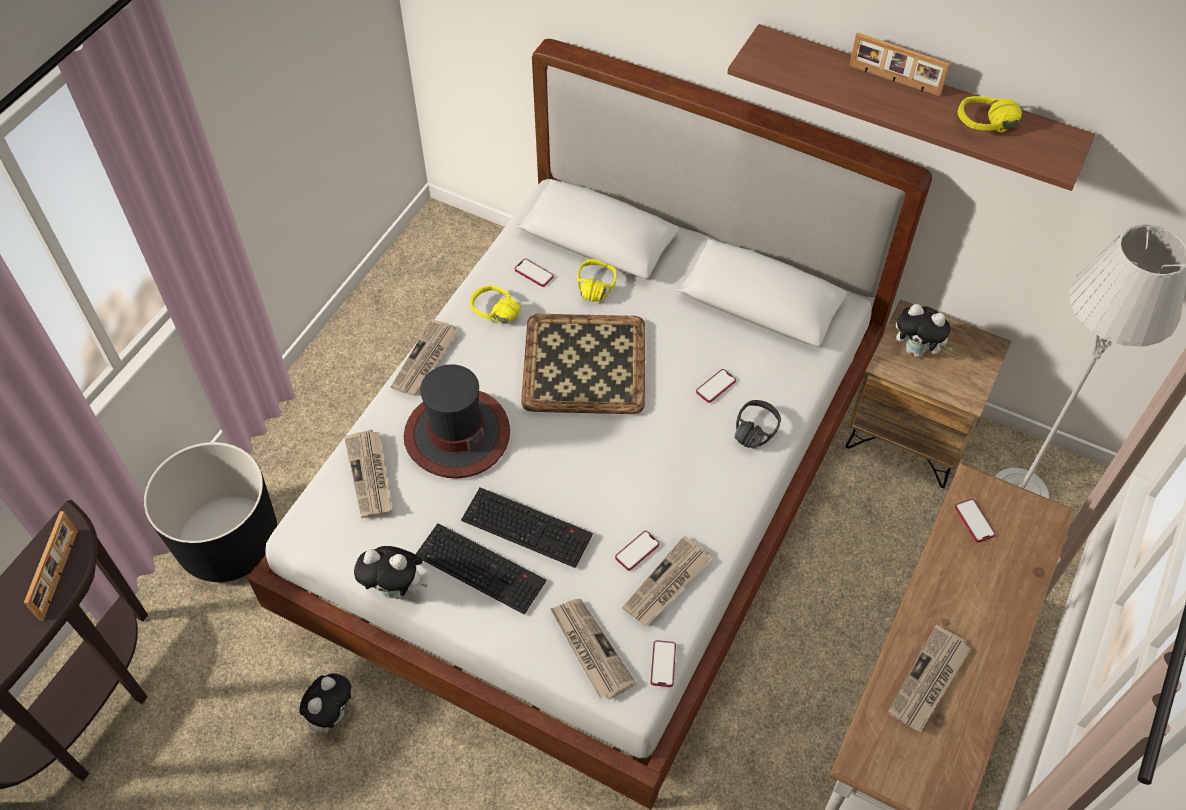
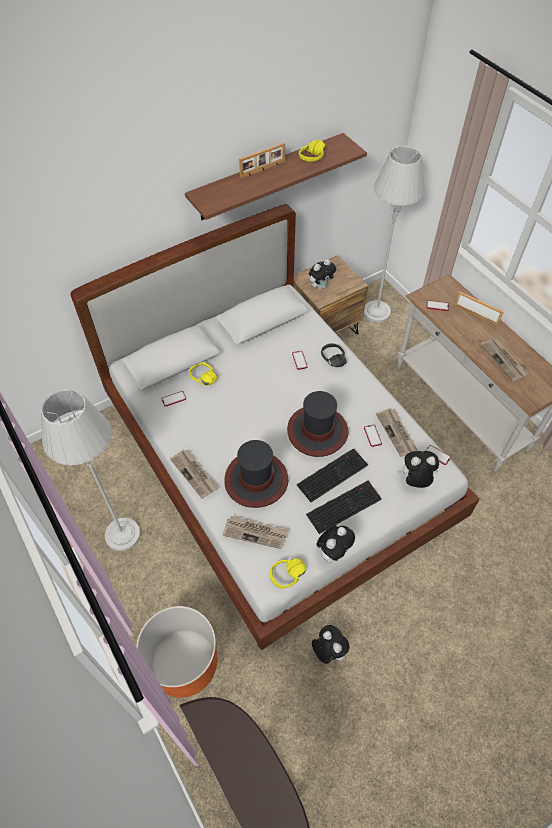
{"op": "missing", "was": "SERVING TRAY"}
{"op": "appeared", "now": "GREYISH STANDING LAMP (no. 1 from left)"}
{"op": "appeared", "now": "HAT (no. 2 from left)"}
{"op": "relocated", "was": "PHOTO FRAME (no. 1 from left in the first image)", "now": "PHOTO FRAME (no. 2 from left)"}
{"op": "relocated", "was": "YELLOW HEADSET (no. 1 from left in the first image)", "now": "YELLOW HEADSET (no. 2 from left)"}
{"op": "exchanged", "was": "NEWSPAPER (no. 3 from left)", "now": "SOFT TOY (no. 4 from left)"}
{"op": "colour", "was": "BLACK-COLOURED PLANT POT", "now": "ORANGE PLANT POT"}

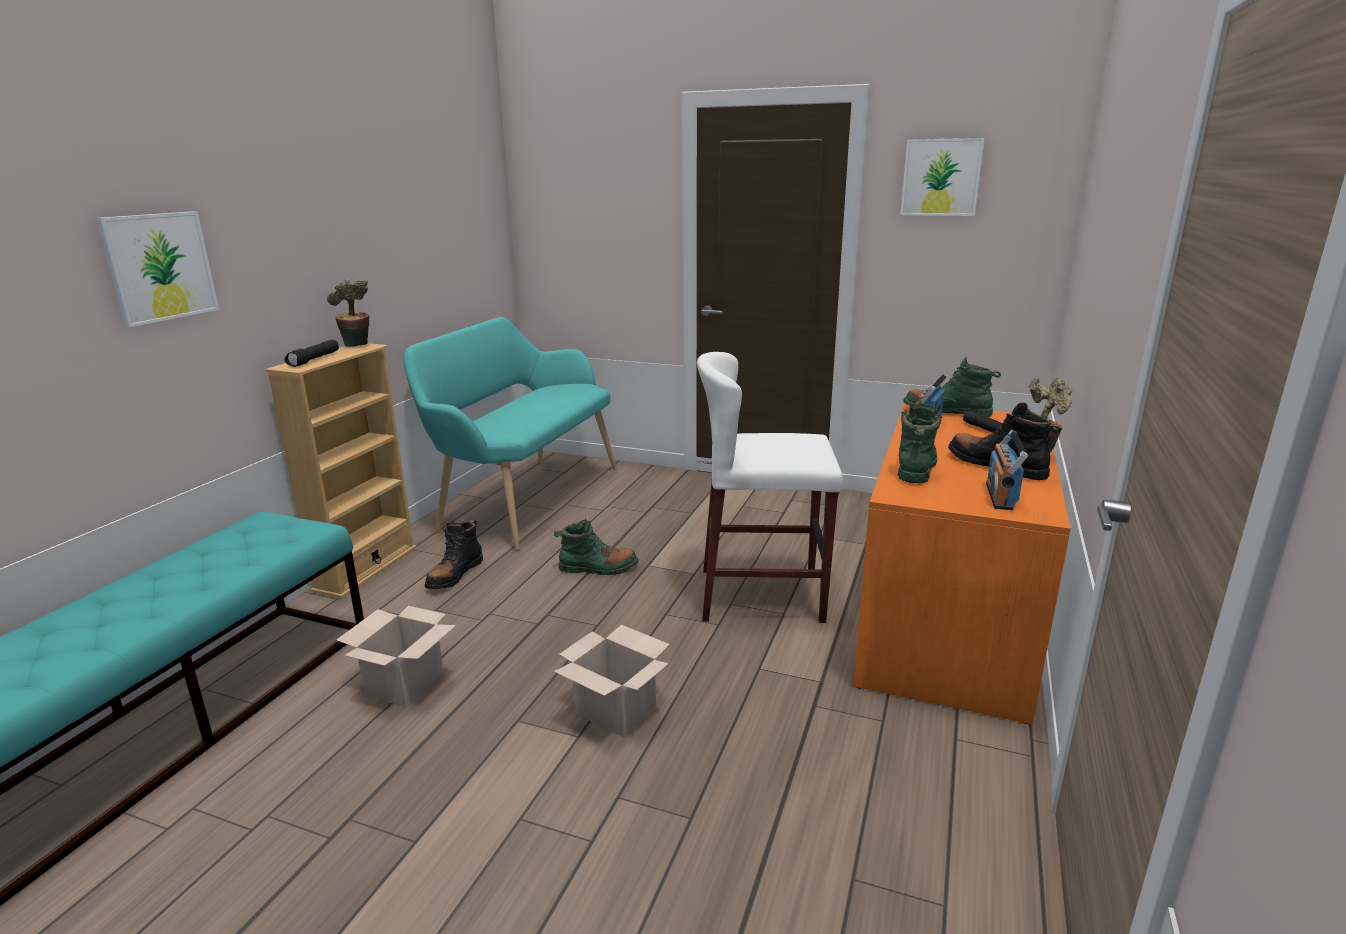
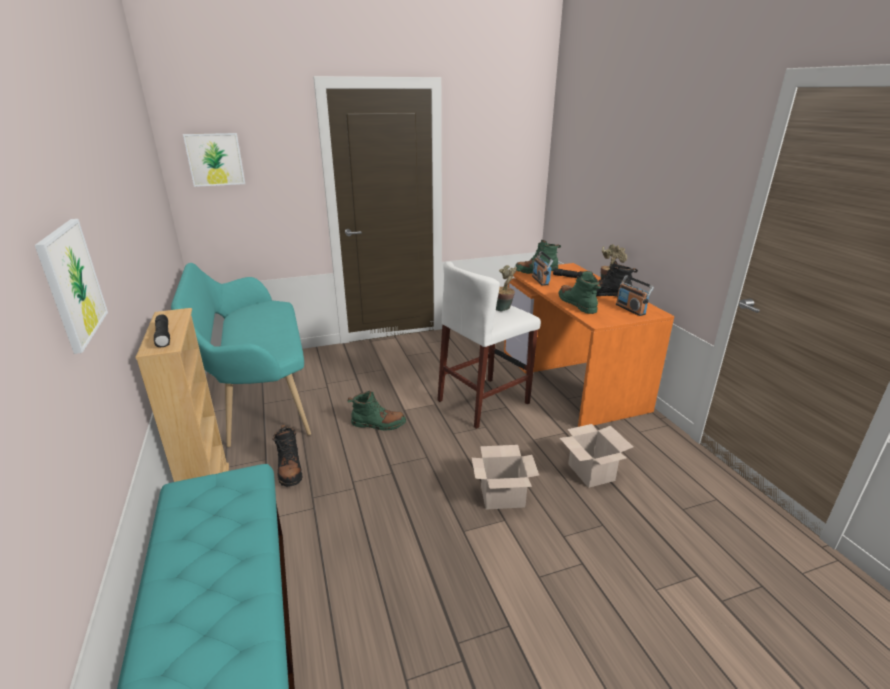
{"op": "relocated", "was": "PLANT IN A POT (no. 1 from left)"}
{"op": "relocated", "was": "CARDBOARD BOX (no. 1 from left in the first image)", "now": "CARDBOARD BOX (no. 2 from left)"}
{"op": "relocated", "was": "WALL ART (no. 2 from left)"}
{"op": "spun", "was": "GREEN-COLOURED HIGH-TOP BOOT (no. 1 from left)", "clockwise": 45}

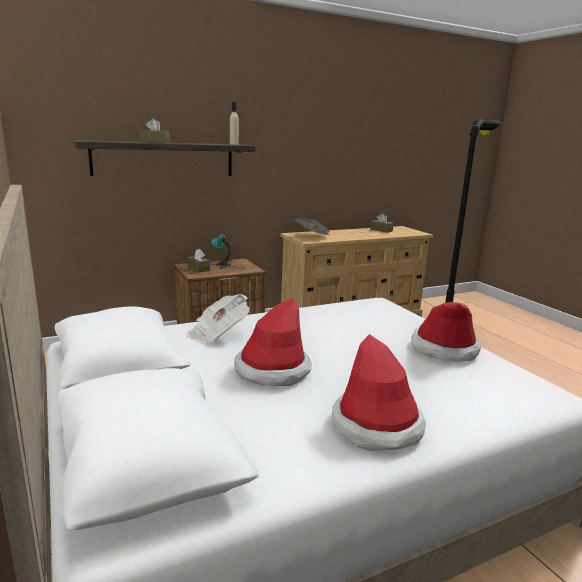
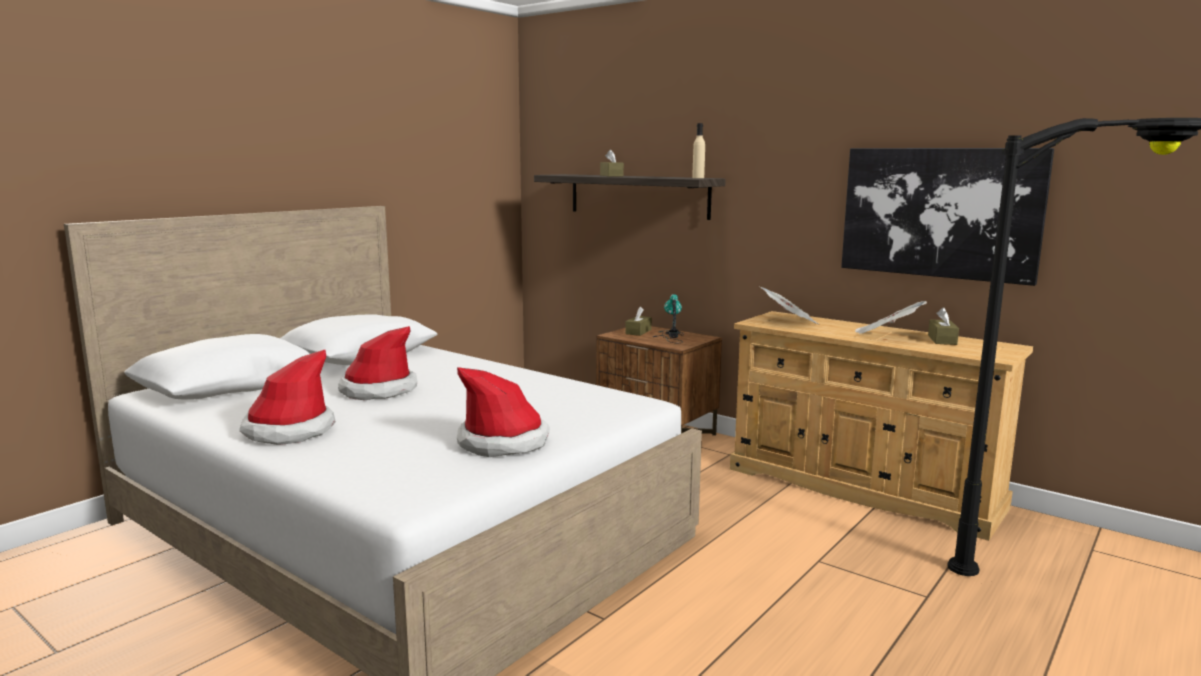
{"op": "appeared", "now": "WALL ART"}
{"op": "relocated", "was": "NEWSPAPER (no. 1 from left in the first image)", "now": "NEWSPAPER (no. 2 from left)"}

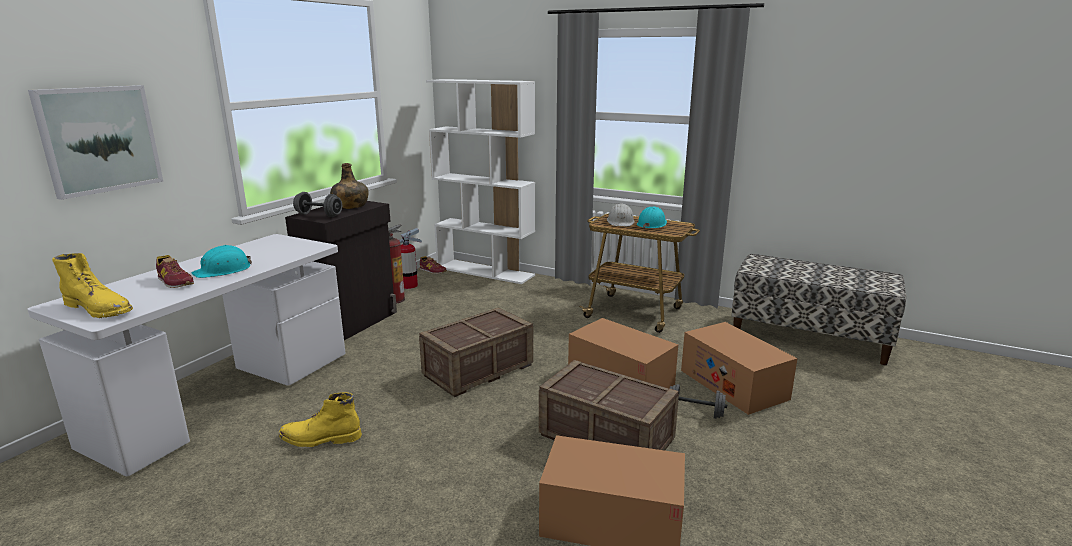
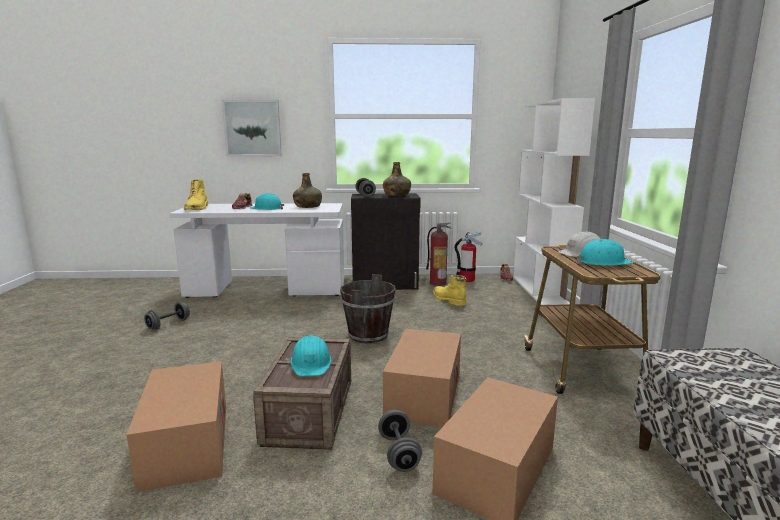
{"op": "appeared", "now": "GREYISH DUMBBELL (no. 1 from left)"}
{"op": "appeared", "now": "TURQUOISE-COLOURED HARD HAT (no. 2 from left)"}
{"op": "appeared", "now": "GREEN-COLOURED BEVERAGE BOTTLE (no. 1 from left)"}
{"op": "relocated", "was": "YELLOW HIGH-TOP BOOT (no. 2 from left)"}
{"op": "exchanged", "was": "CRATE (no. 1 from left)", "now": "BROWNISH WATER BUCKET"}

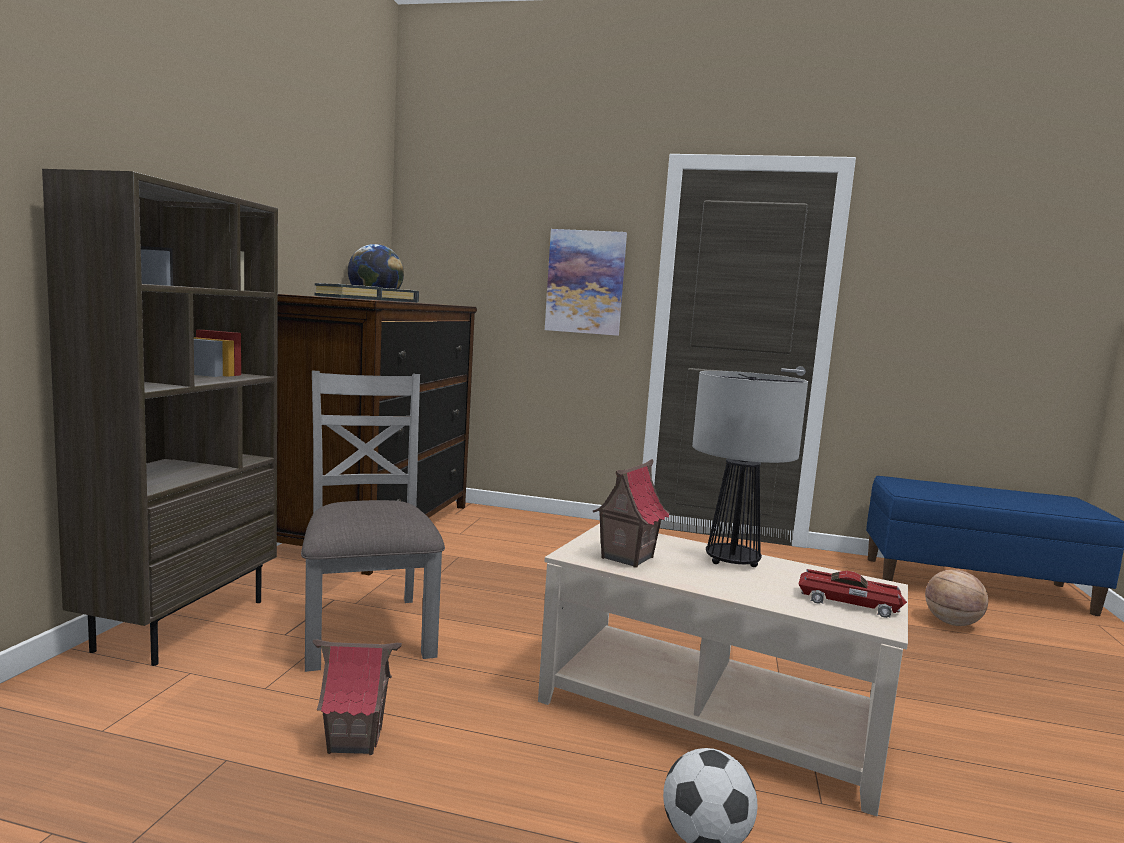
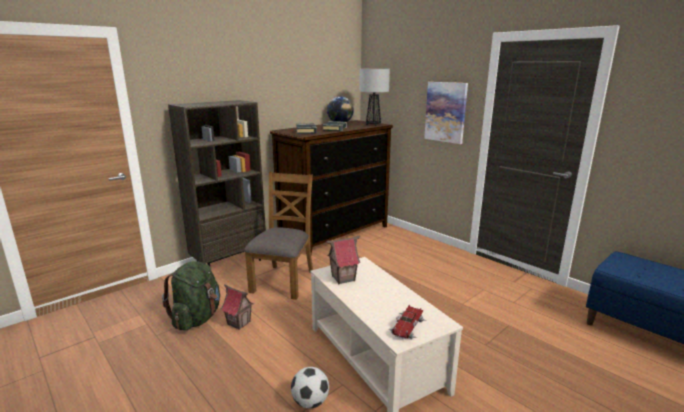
{"op": "missing", "was": "BASKETBALL BALL"}
{"op": "appeared", "now": "GREEN-COLOURED KNAPSACK"}
{"op": "relocated", "was": "LAMP FOR A TABLE"}
{"op": "colour", "was": "GREYISH CHAIR", "now": "BROWNISH CHAIR"}
{"op": "spun", "was": "MINIATURE CAR", "clockwise": 60}

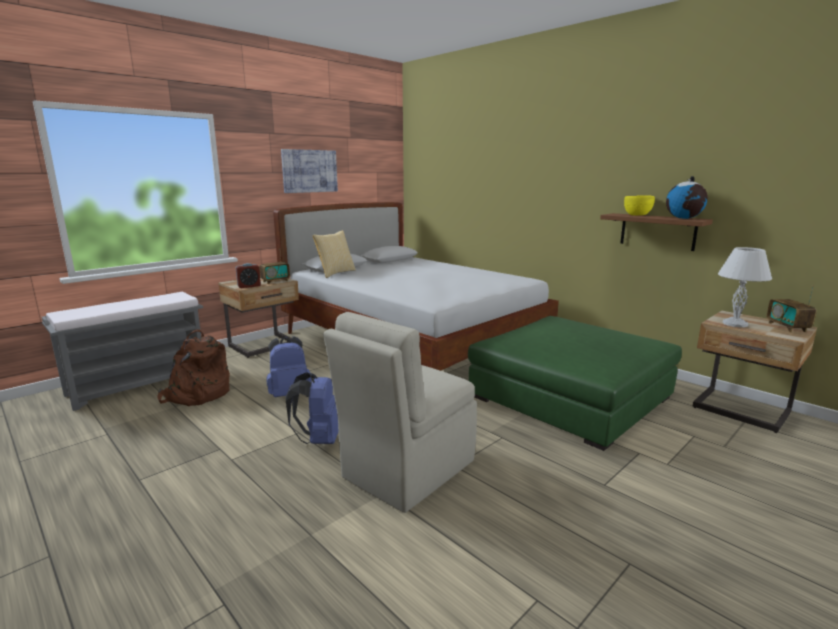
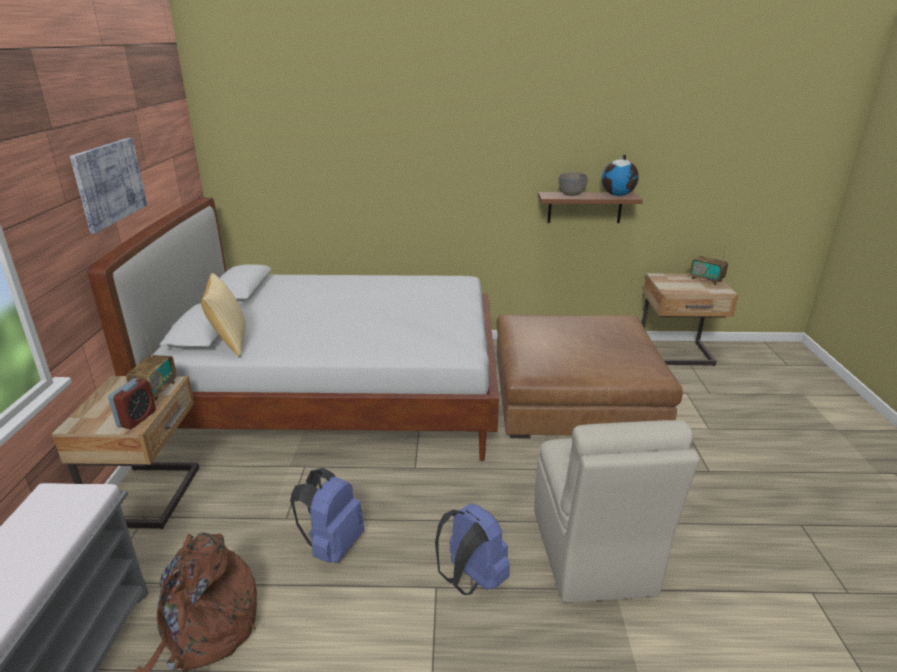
{"op": "missing", "was": "WHITE LAMP FOR A TABLE"}
{"op": "colour", "was": "GREEN-COLOURED FOOTREST", "now": "BROWNISH FOOTREST"}
{"op": "colour", "was": "YELLOW DEEP DISH", "now": "GREYISH DEEP DISH"}

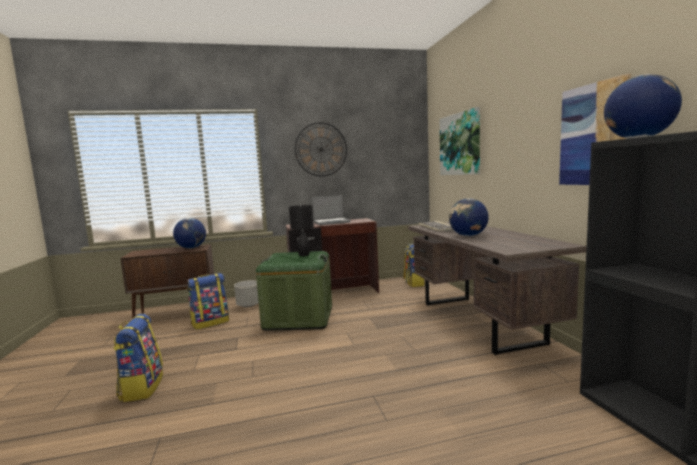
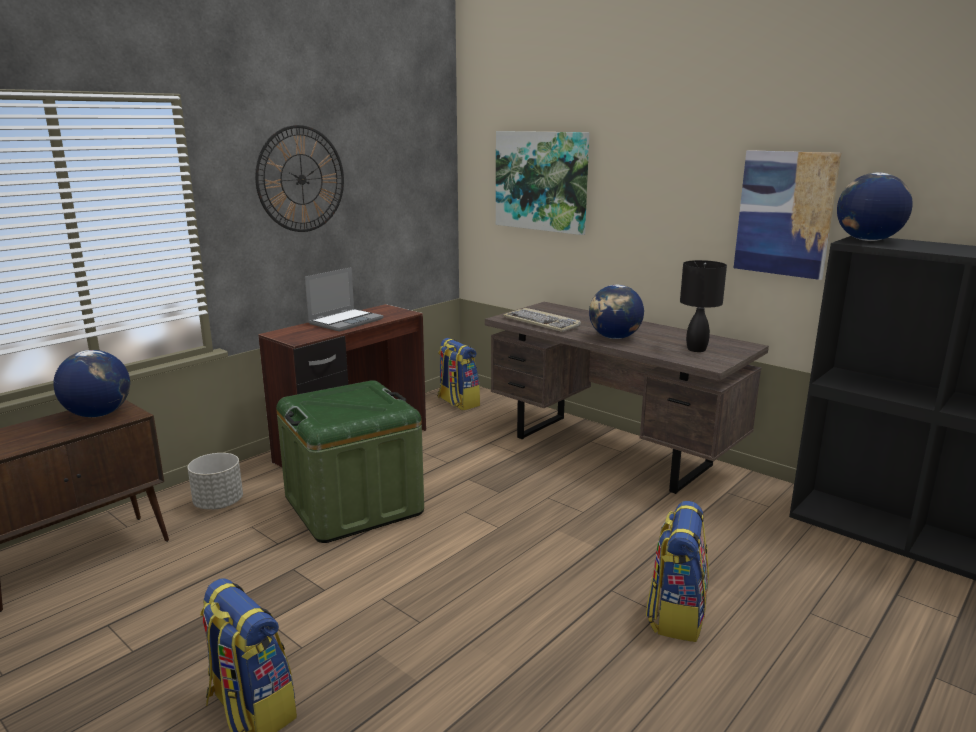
{"op": "relocated", "was": "KNAPSACK (no. 2 from left in the first image)", "now": "KNAPSACK (no. 3 from left)"}
{"op": "relocated", "was": "BLACK-COLOURED LAMP FOR A TABLE"}

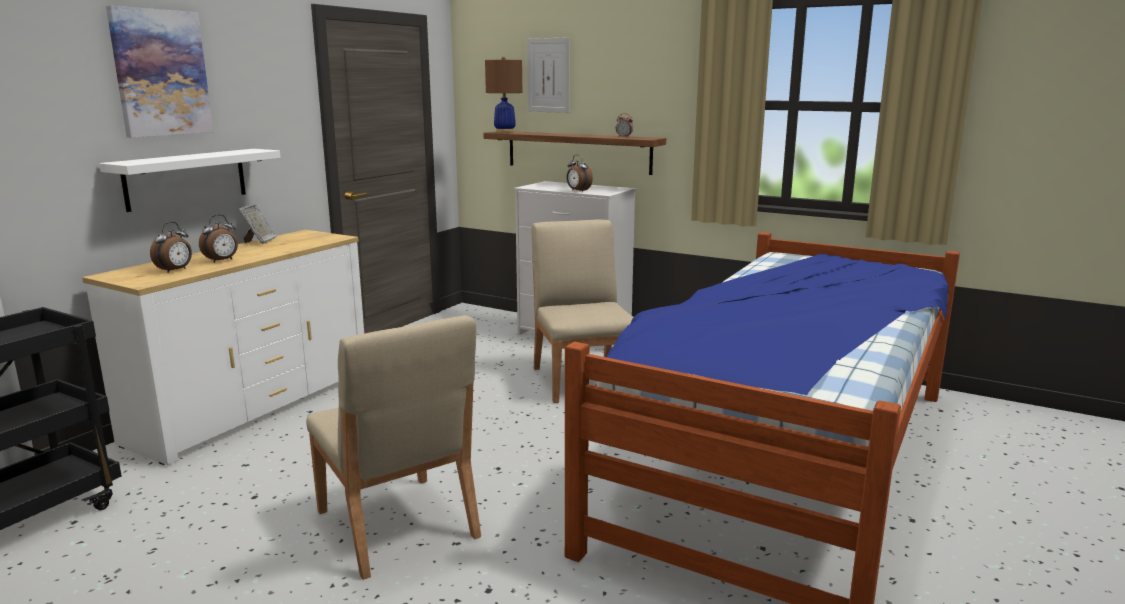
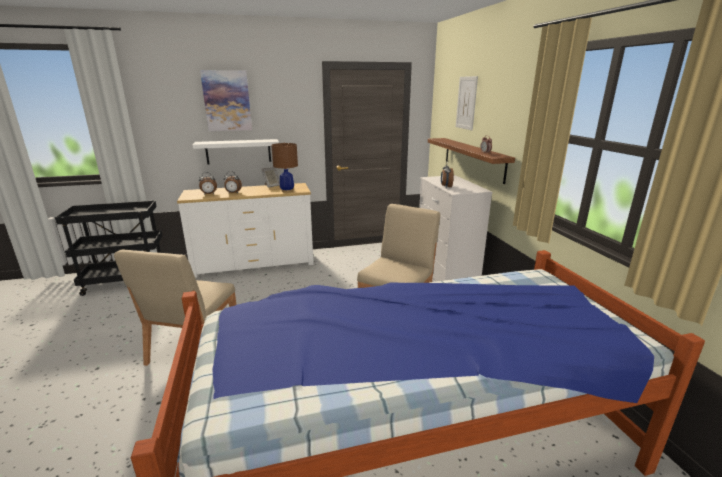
{"op": "relocated", "was": "BROWNISH LAMP FOR A TABLE"}

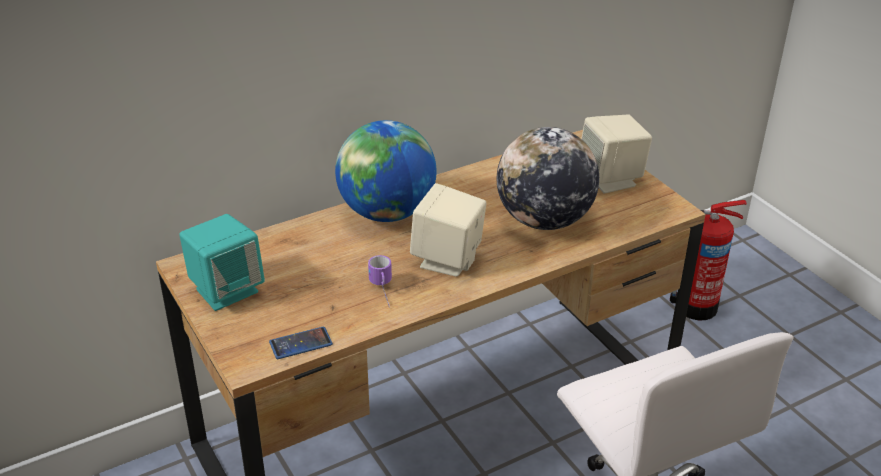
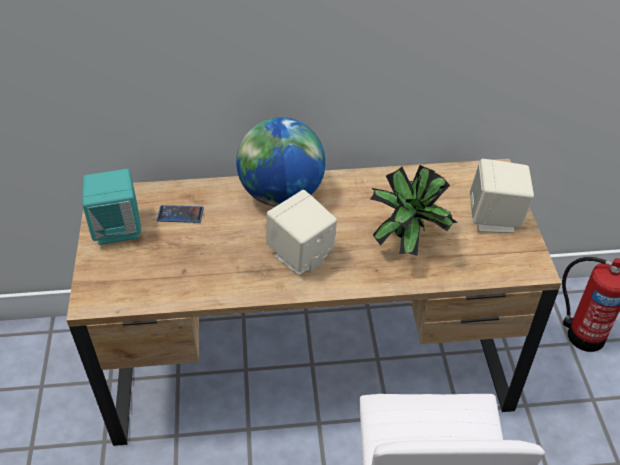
{"op": "missing", "was": "TEA MUG"}
{"op": "relocated", "was": "HANDSET"}
{"op": "exchanged", "was": "DESK GLOBE (no. 2 from left)", "now": "PLANT IN A POT"}

